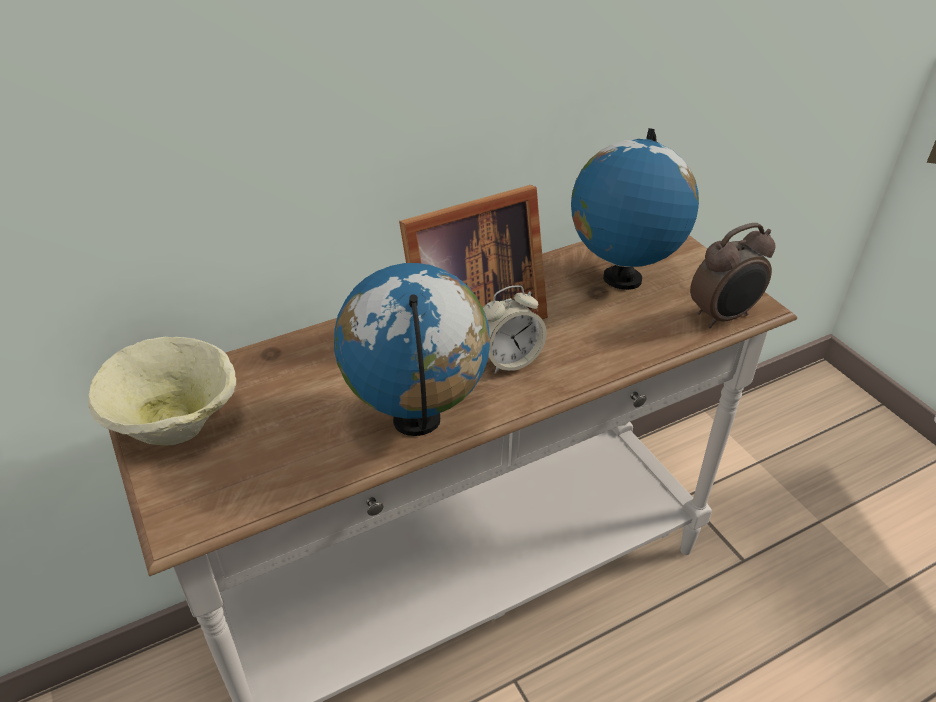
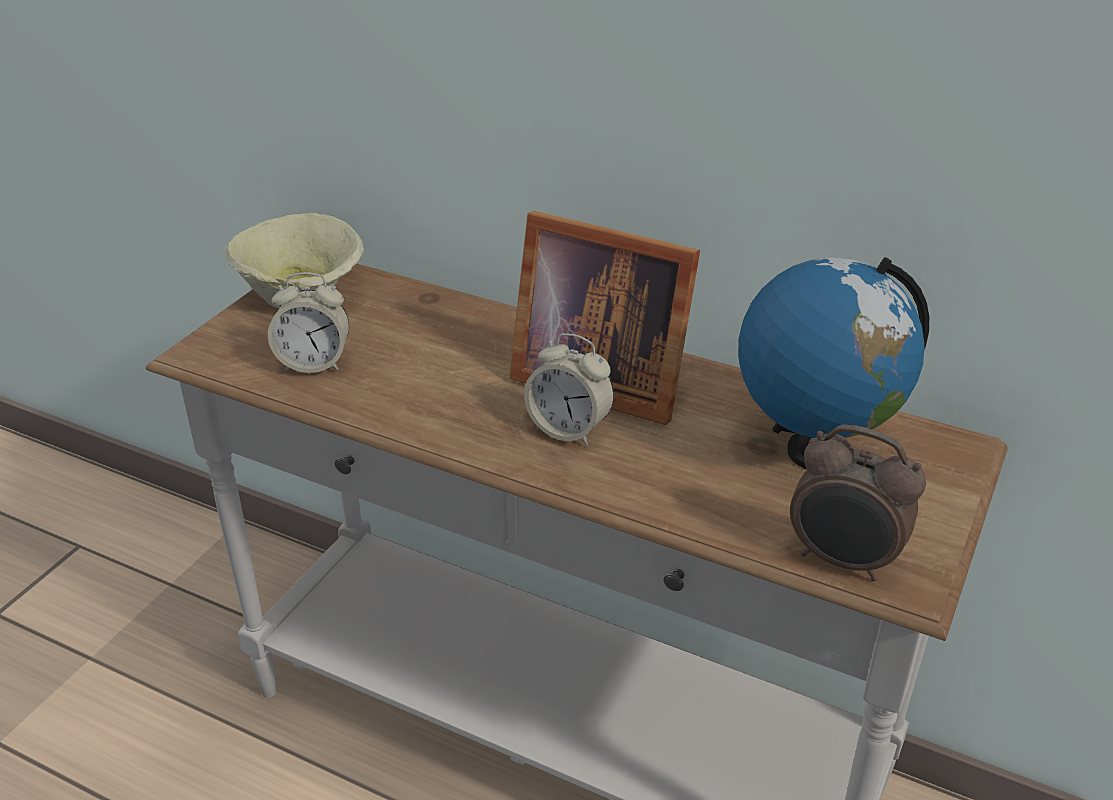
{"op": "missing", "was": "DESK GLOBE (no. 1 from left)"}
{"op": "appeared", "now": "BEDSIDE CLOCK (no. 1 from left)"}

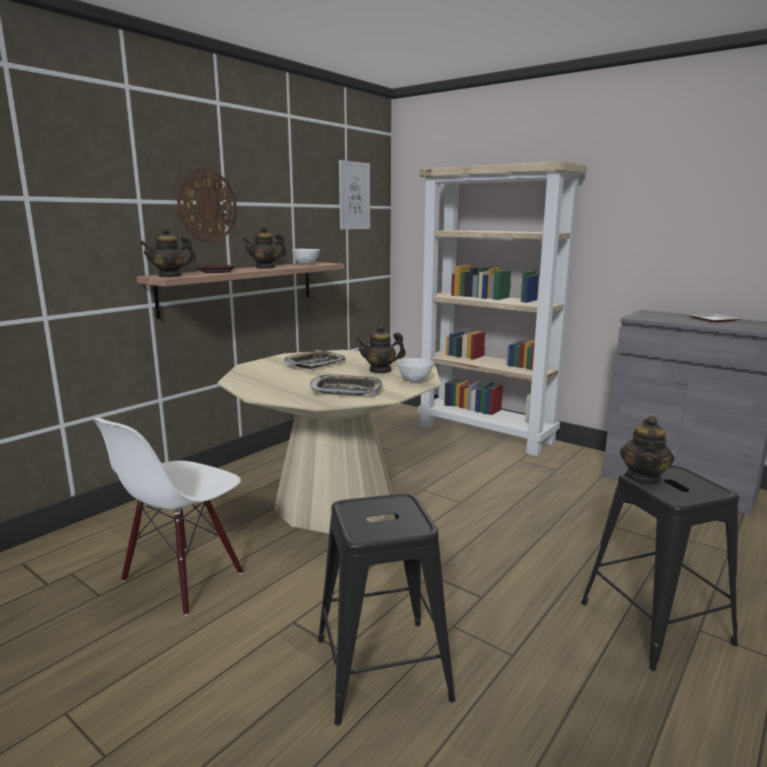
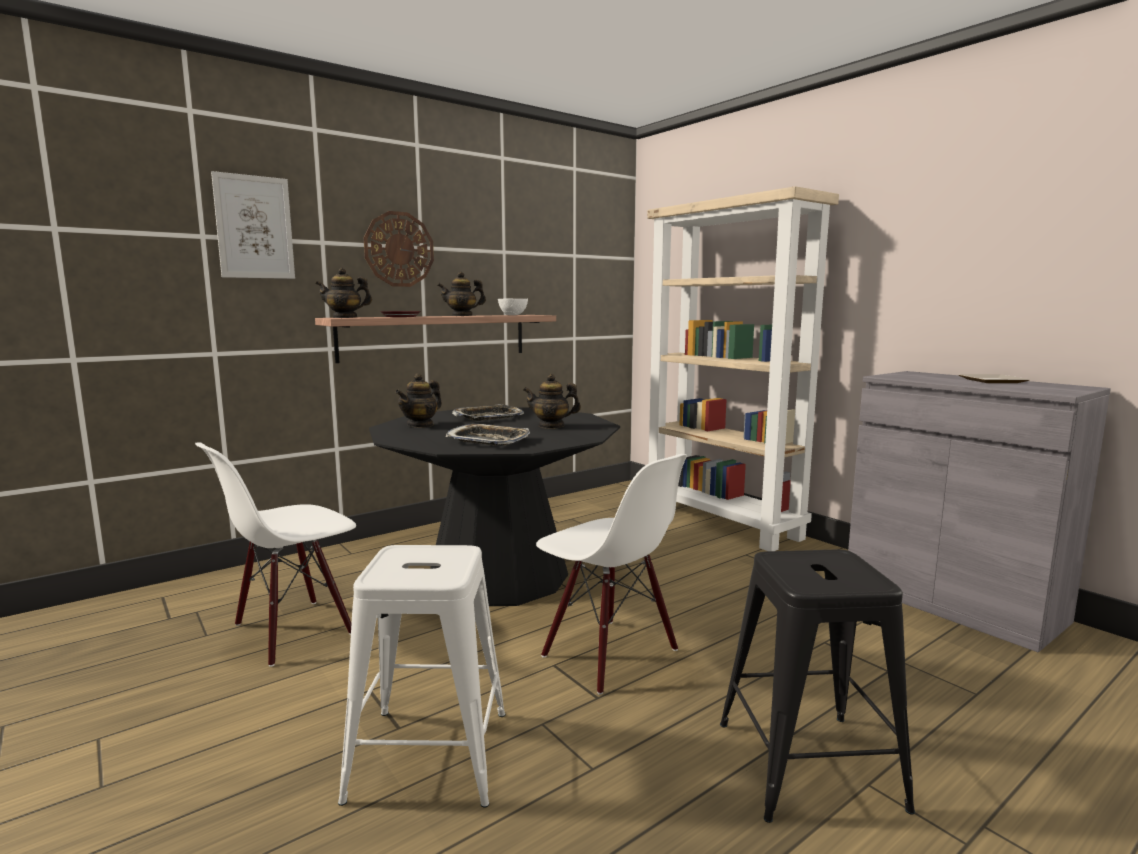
{"op": "missing", "was": "WHITE DEEP DISH (no. 2 from left)"}
{"op": "appeared", "now": "WHITE CHAIR (no. 2 from left)"}
{"op": "relocated", "was": "WALL ART"}
{"op": "relocated", "was": "TEAPOT (no. 4 from left in the first image)", "now": "TEAPOT (no. 2 from left)"}
{"op": "colour", "was": "BEIGE-COLOURED KITCHEN TABLE", "now": "BLACK-COLOURED KITCHEN TABLE"}
{"op": "colour", "was": "BLACK-COLOURED SITTING STOOL (no. 1 from left)", "now": "WHITE SITTING STOOL"}

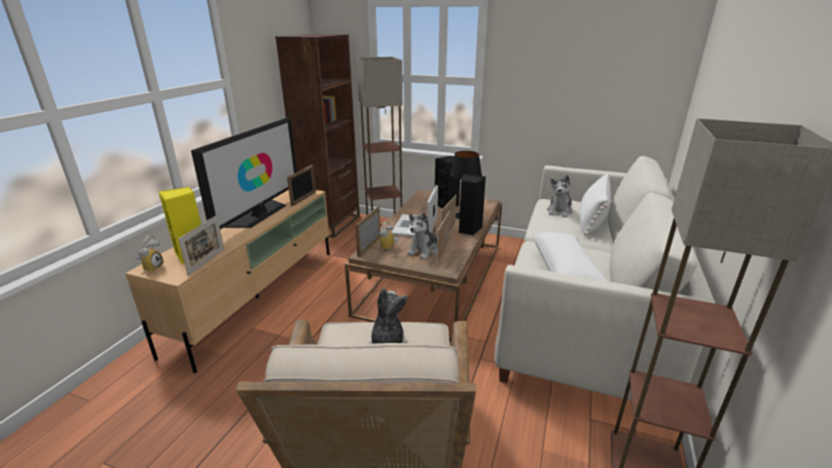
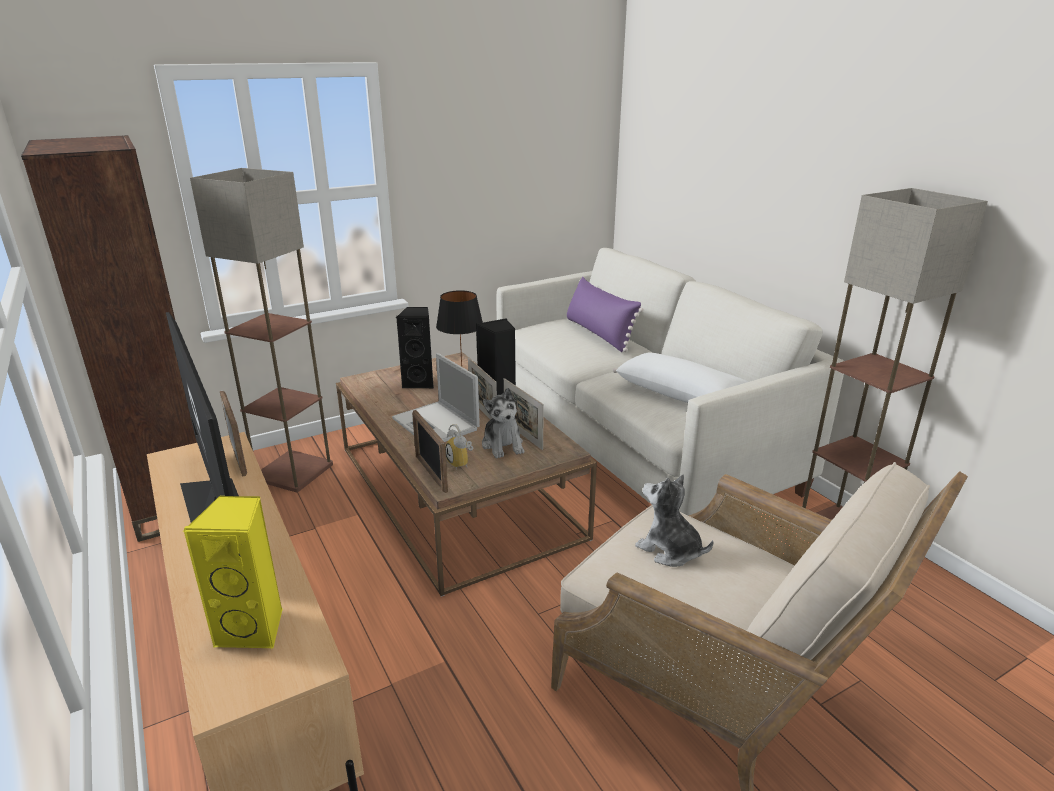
{"op": "missing", "was": "BEDSIDE CLOCK (no. 1 from left)"}
{"op": "missing", "was": "PHOTO FRAME (no. 1 from left)"}
{"op": "missing", "was": "SOFT TOY (no. 3 from left)"}
{"op": "colour", "was": "WHITE THROW PILLOW (no. 2 from left)", "now": "PURPLISH THROW PILLOW"}

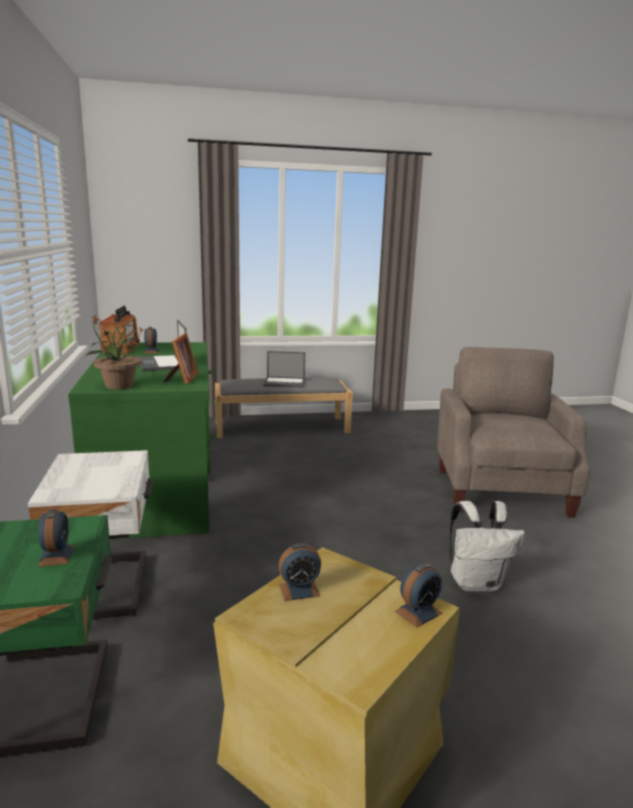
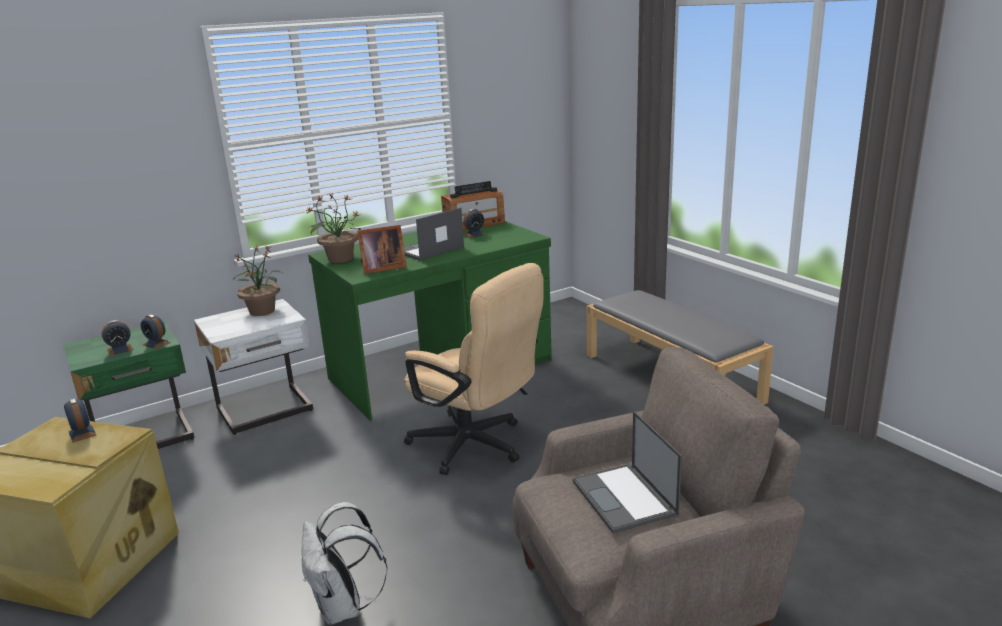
{"op": "appeared", "now": "PLANT IN A POT (no. 1 from left)"}
{"op": "appeared", "now": "BEIGE-COLOURED COMPUTER CHAIR"}
{"op": "relocated", "was": "PORTABLE COMPUTER (no. 2 from left)"}
{"op": "relocated", "was": "BEDSIDE CLOCK (no. 4 from left in the first image)", "now": "BEDSIDE CLOCK (no. 3 from left)"}

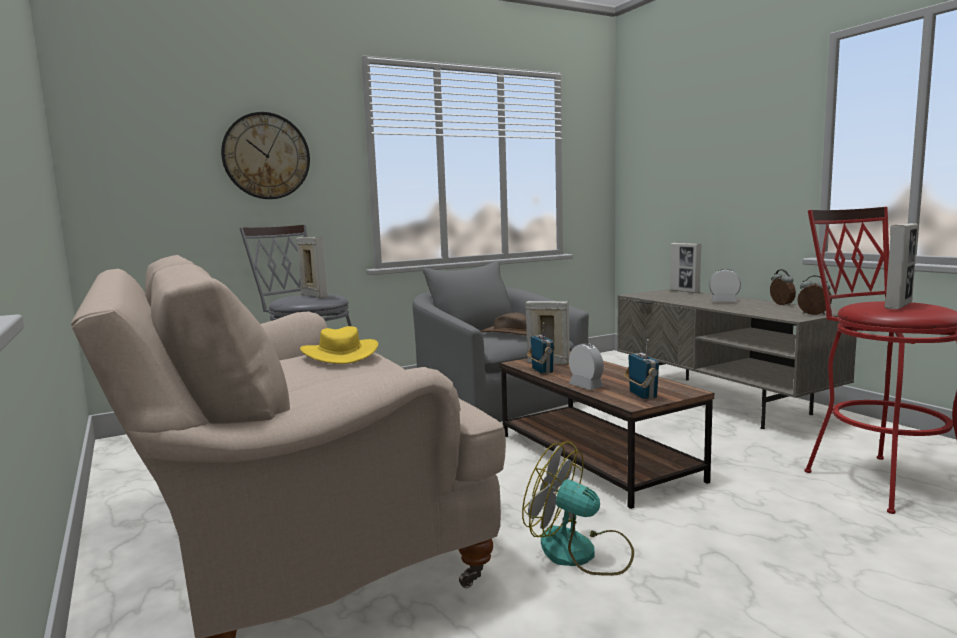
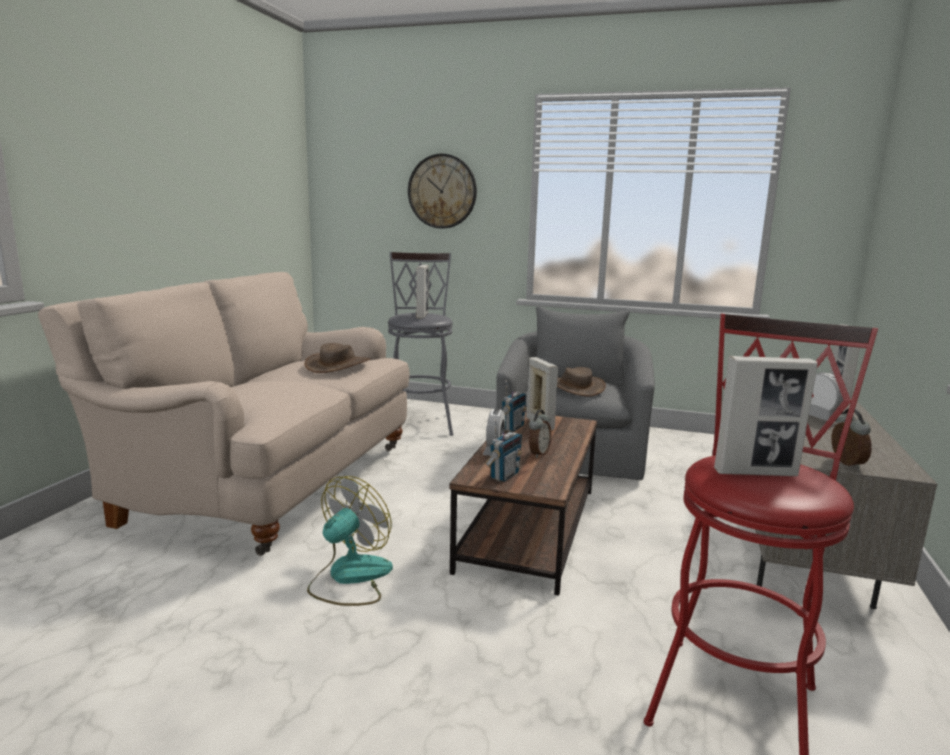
{"op": "relocated", "was": "BEDSIDE CLOCK (no. 3 from left in the first image)", "now": "BEDSIDE CLOCK (no. 2 from left)"}
{"op": "colour", "was": "YELLOW HAT", "now": "BROWNISH HAT (no. 1 from left)"}
{"op": "spun", "was": "COOLING FAN", "clockwise": 45}

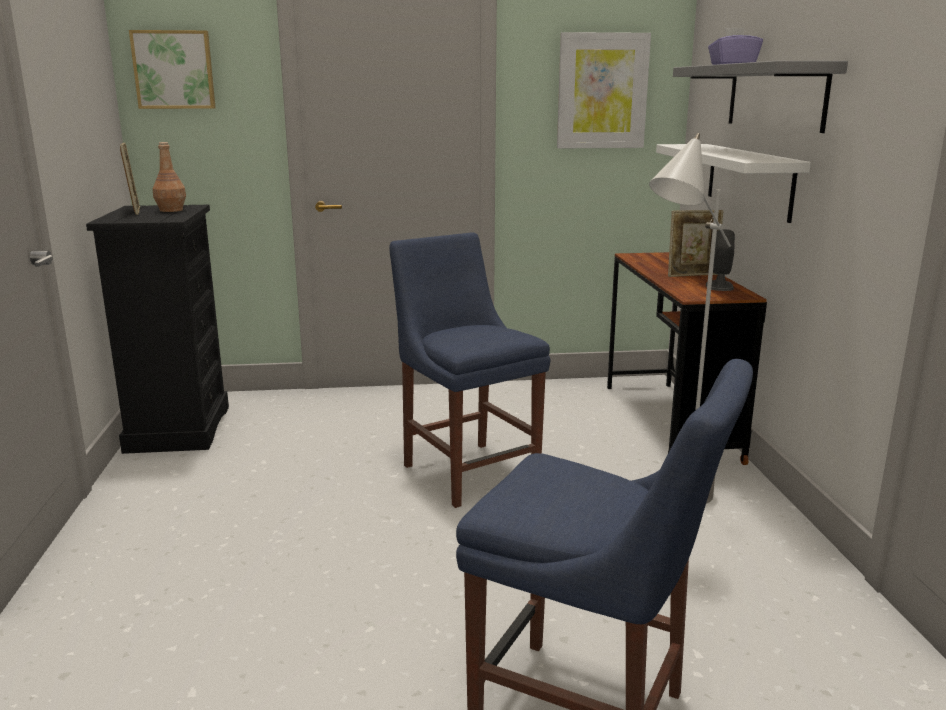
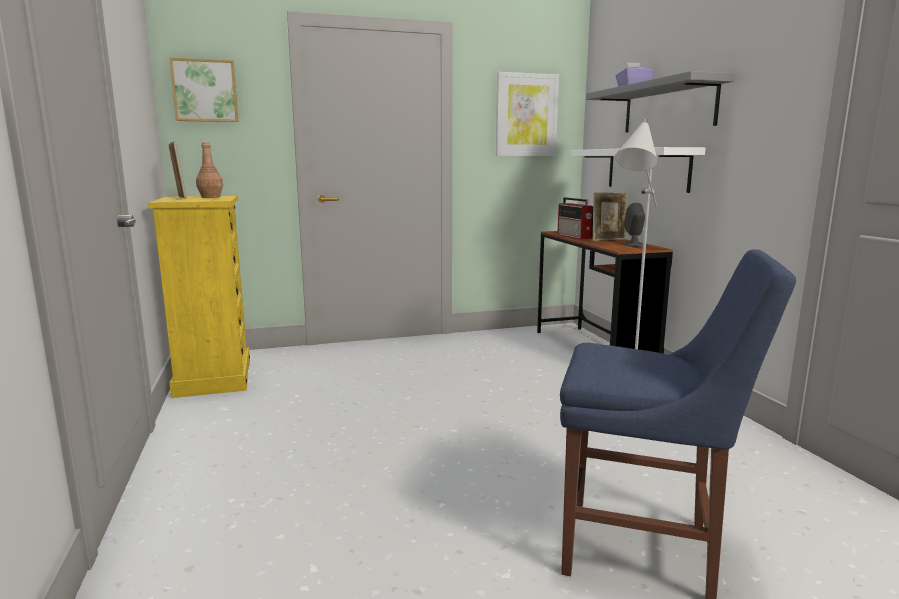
{"op": "missing", "was": "BLUISH CHAIR (no. 1 from left)"}
{"op": "appeared", "now": "RADIO RECEIVER"}
{"op": "colour", "was": "BLACK-COLOURED CHEST OF DRAWERS", "now": "YELLOW CHEST OF DRAWERS"}

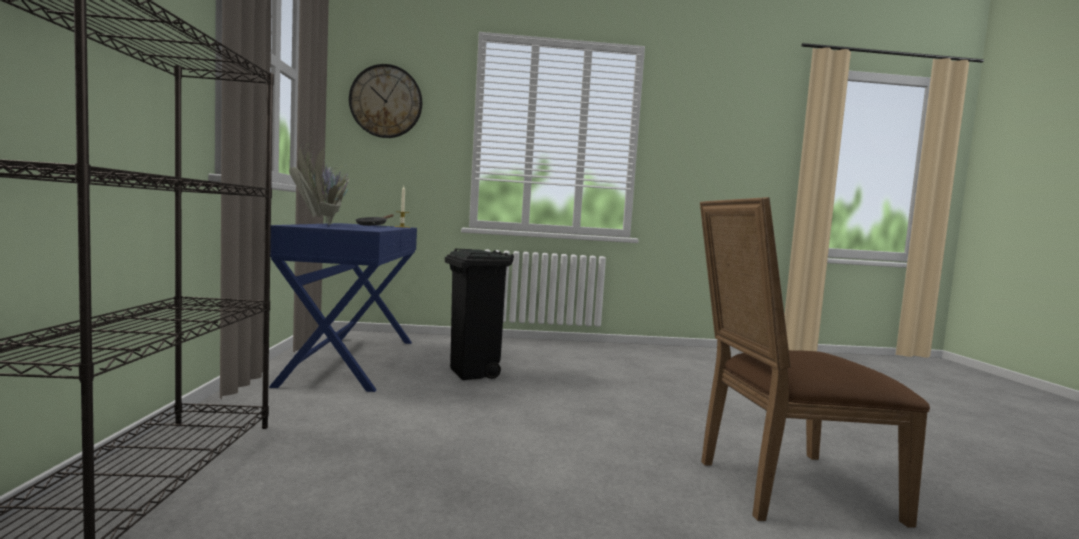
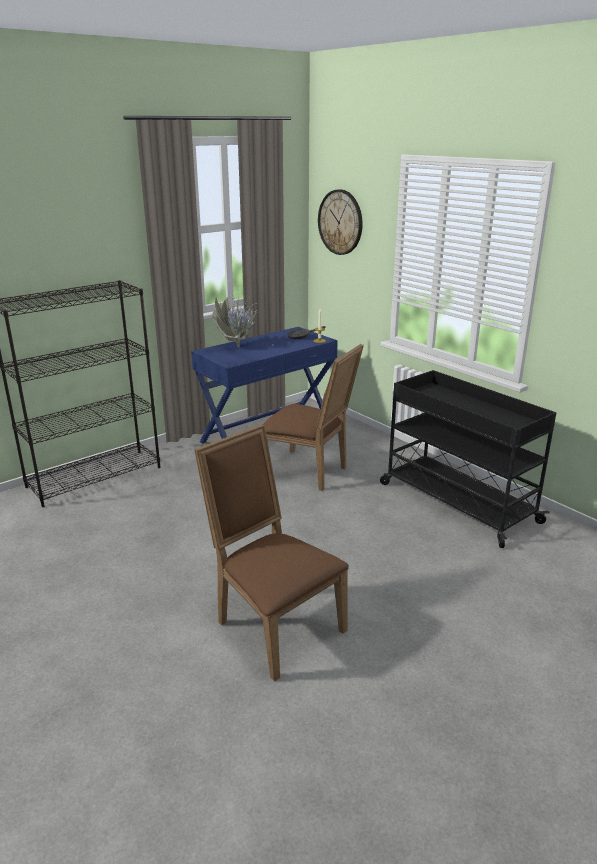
{"op": "appeared", "now": "BLACK-COLOURED TROLLEY"}
{"op": "exchanged", "was": "BLACK-COLOURED TRASH CAN", "now": "BROWNISH CHAIR (no. 2 from left)"}

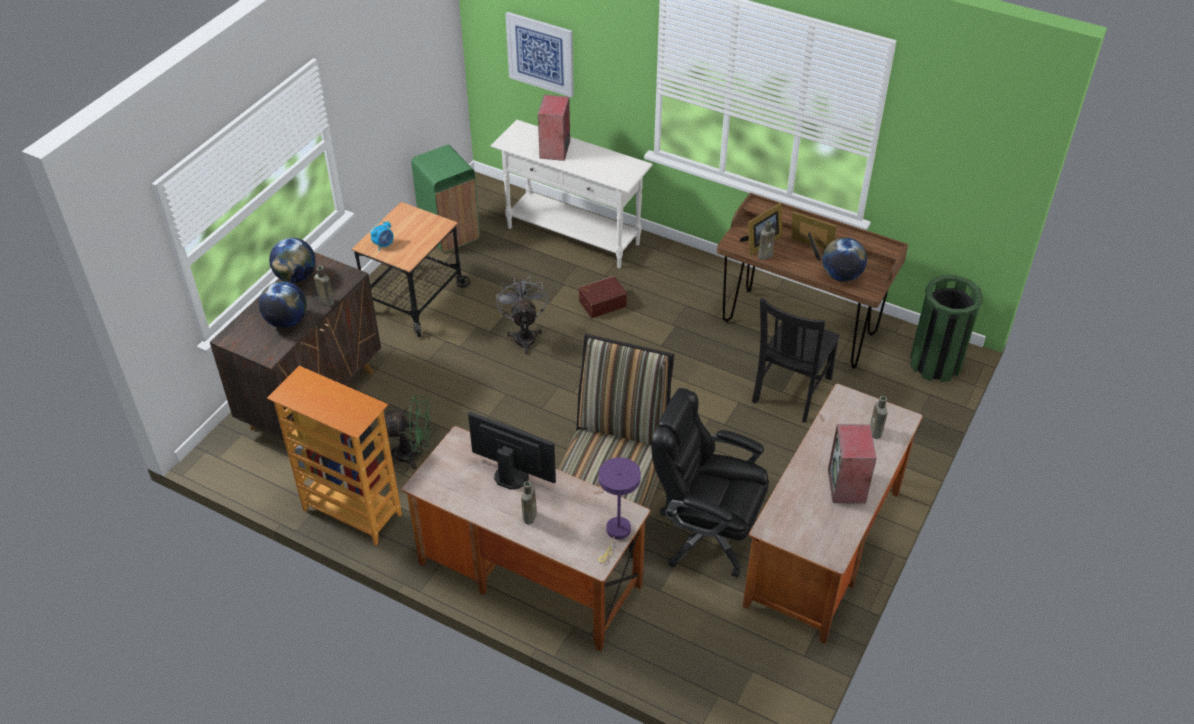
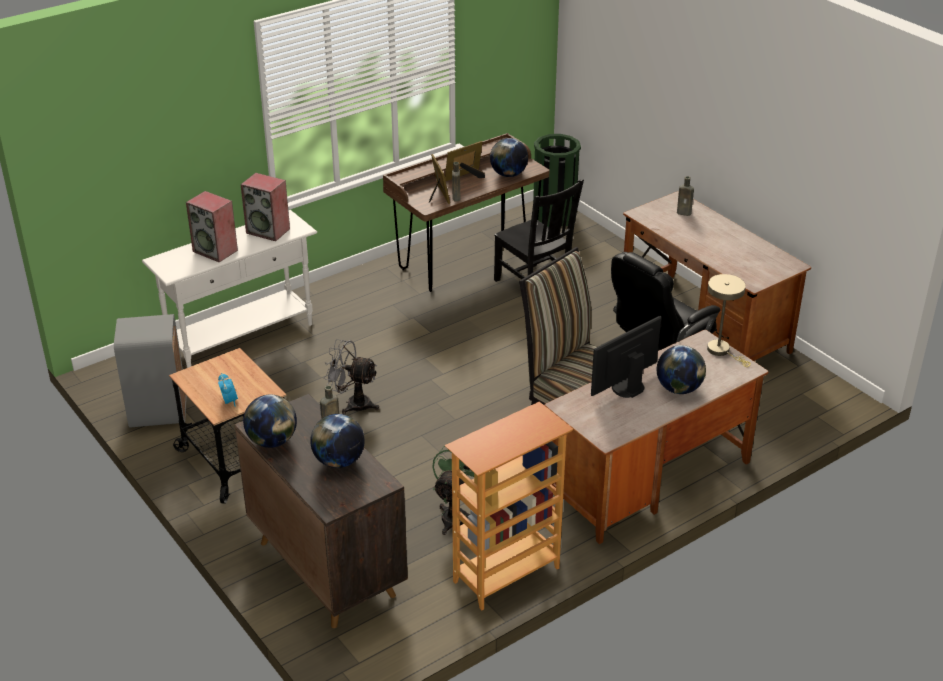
{"op": "missing", "was": "WALL ART"}
{"op": "missing", "was": "BROWNISH STORAGE BIN"}
{"op": "relocated", "was": "AUDIO SPEAKER (no. 2 from left)"}
{"op": "exchanged", "was": "BROWNISH BEVERAGE BOTTLE (no. 2 from left)", "now": "DESK GLOBE (no. 4 from left)"}
{"op": "colour", "was": "GREEN-COLOURED TRASH CAN (no. 1 from left)", "now": "GREYISH TRASH CAN"}
{"op": "colour", "was": "PURPLISH LAMP FOR A TABLE", "now": "BEIGE-COLOURED LAMP FOR A TABLE"}

